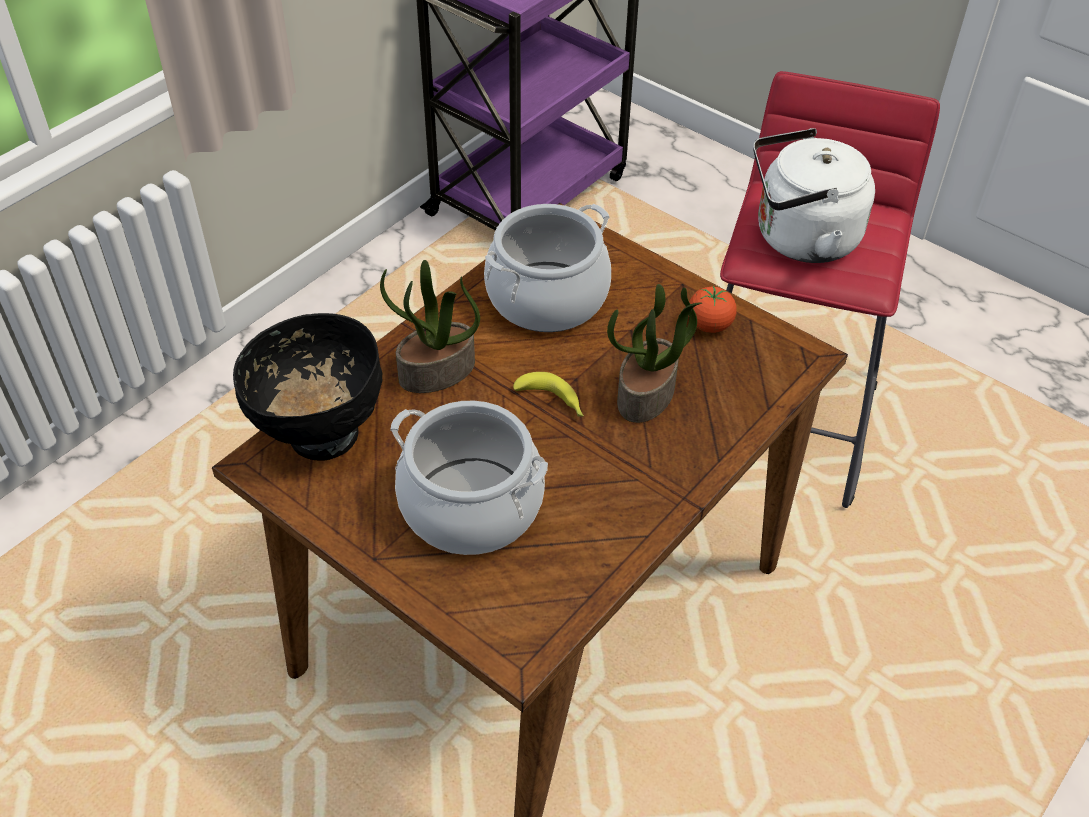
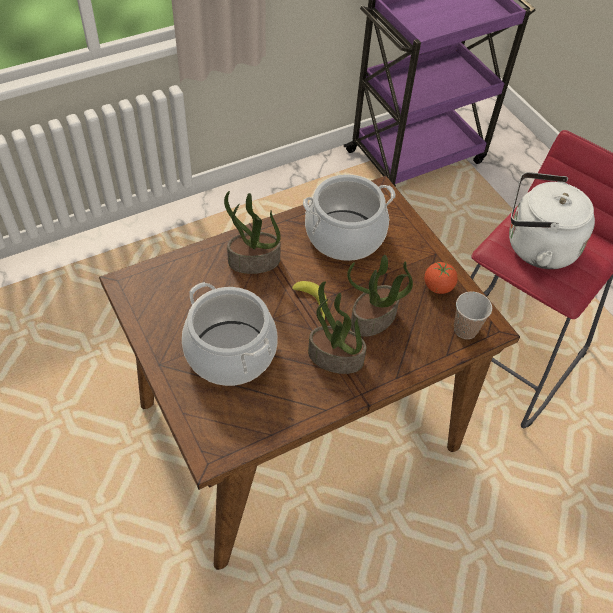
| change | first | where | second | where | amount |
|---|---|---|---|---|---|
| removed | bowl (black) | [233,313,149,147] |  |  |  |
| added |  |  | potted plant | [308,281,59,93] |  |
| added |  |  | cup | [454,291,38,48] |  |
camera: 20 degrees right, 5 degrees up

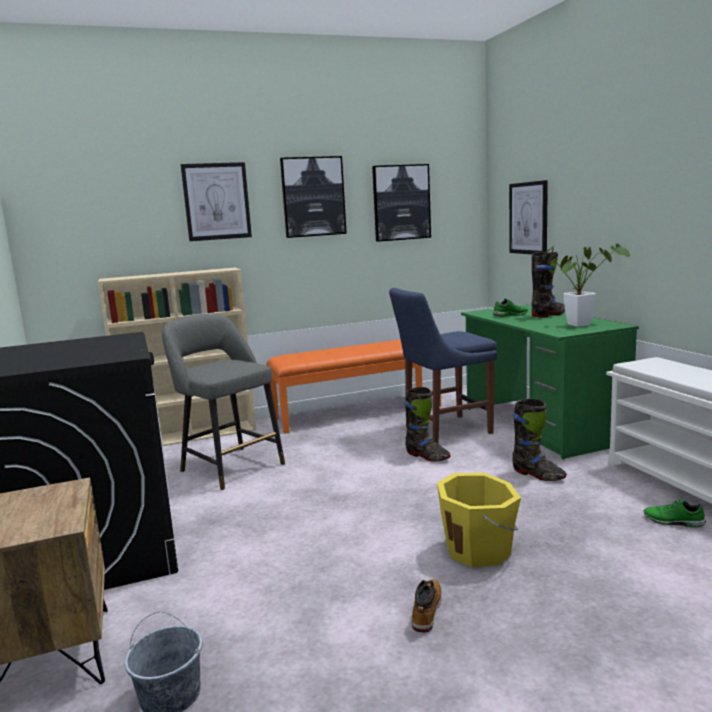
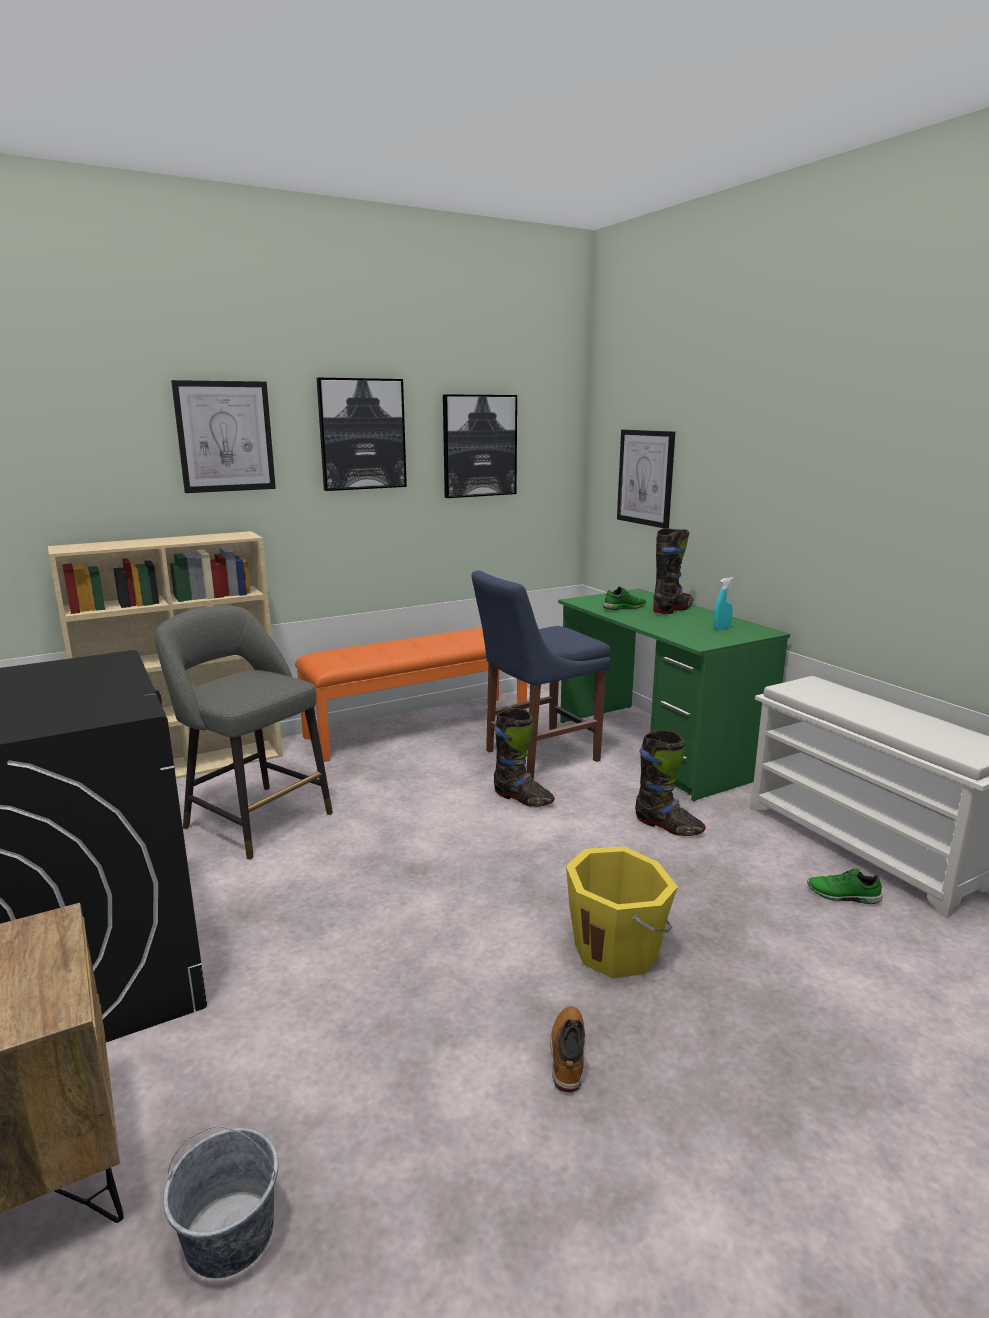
| change | first | where | second | where | amount |
|---|---|---|---|---|---|
| replaced | potted plant | [543,243,87,84] | spray bottle (turquoise) | [713,577,21,53] |  |
camera: 10 degrees left, 5 degrees up

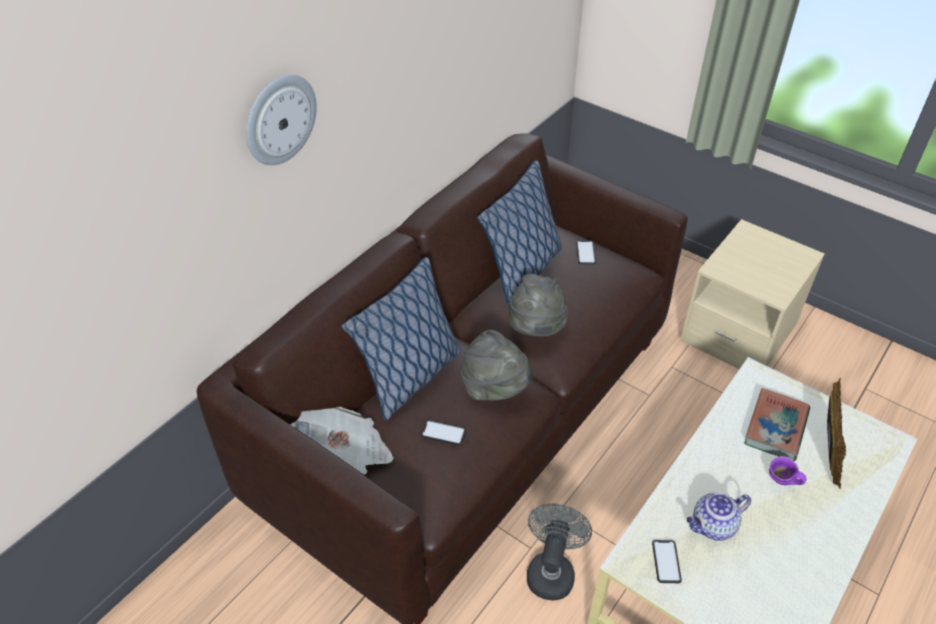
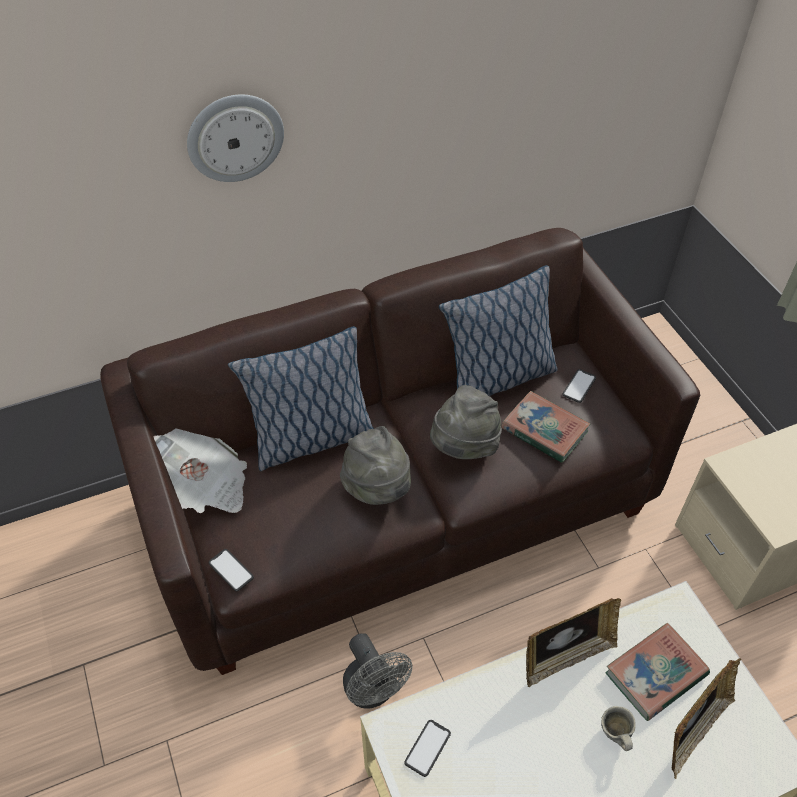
| change | first | where | second | where | amount |
|---|---|---|---|---|---|
| removed | teapot | [687,492,64,49] |  |  |  |
| added |  |  | book | [501,391,89,72] |  |
| added |  |  | picture frame | [526,598,95,89] |  |
| moved | phone | [421,420,45,25] |  | [209,549,45,42] |  |
| recoloured | mug (purple) | [769,456,38,29] | mug (grey) | [601,706,35,45] |  |
| turned | fan (grey) | [527,503,65,98] |  | [343,633,69,76] | 105 degrees clockwise |
camera: 30 degrees right, 5 degrees up

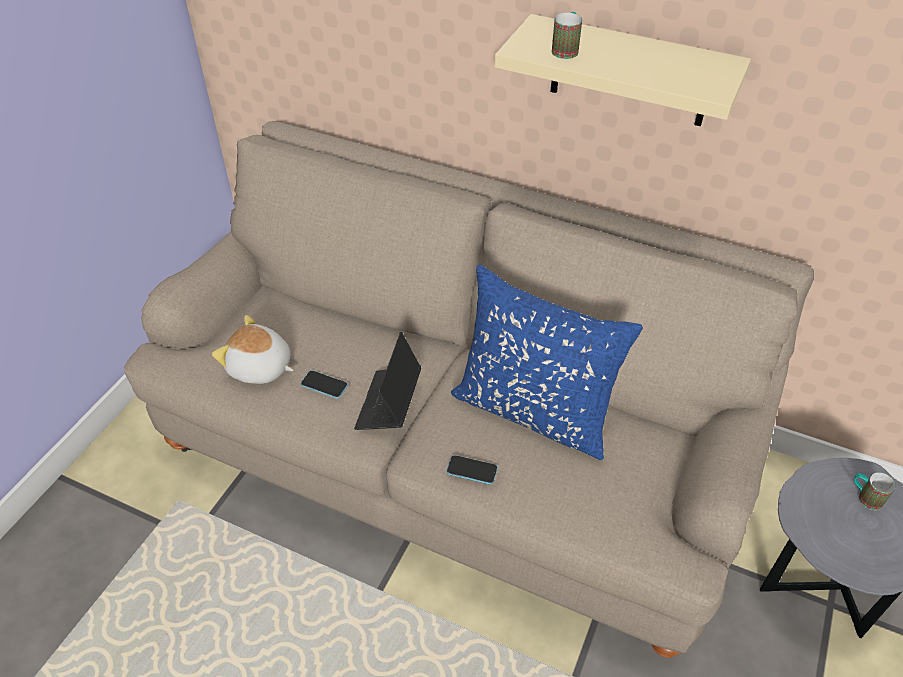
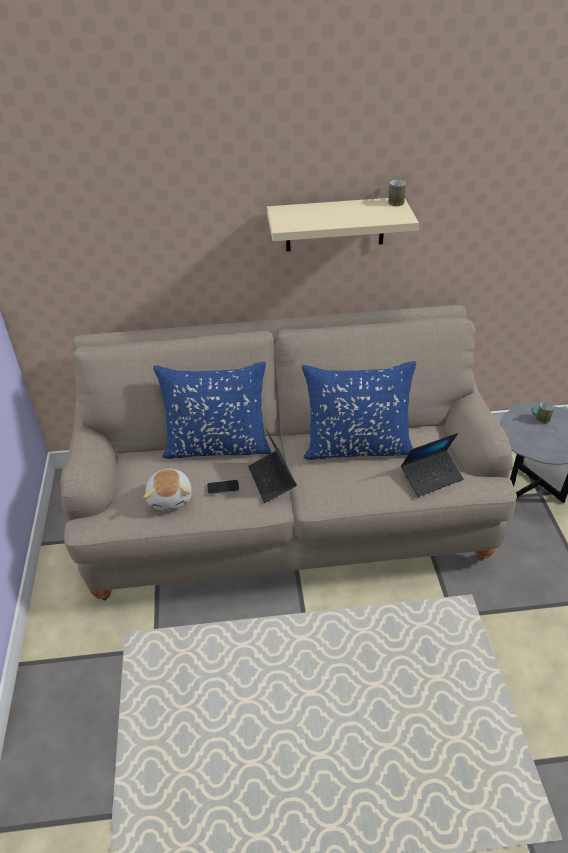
| change | first | where | second | where | amount |
|---|---|---|---|---|---|
| removed | phone | [447,455,51,30] |  |  |  |
| added |  |  | pillow (blue) | [153,362,118,97] |  |
| added |  |  | laptop | [401,433,63,64] |  |
| moved | mug | [552,12,30,47] |  | [388,179,18,27] |  |
| turned | plush toy | [212,315,81,69] |  | [144,468,48,42] | 90 degrees counterclockwise |
camera: 30 degrees left, 5 degrees down

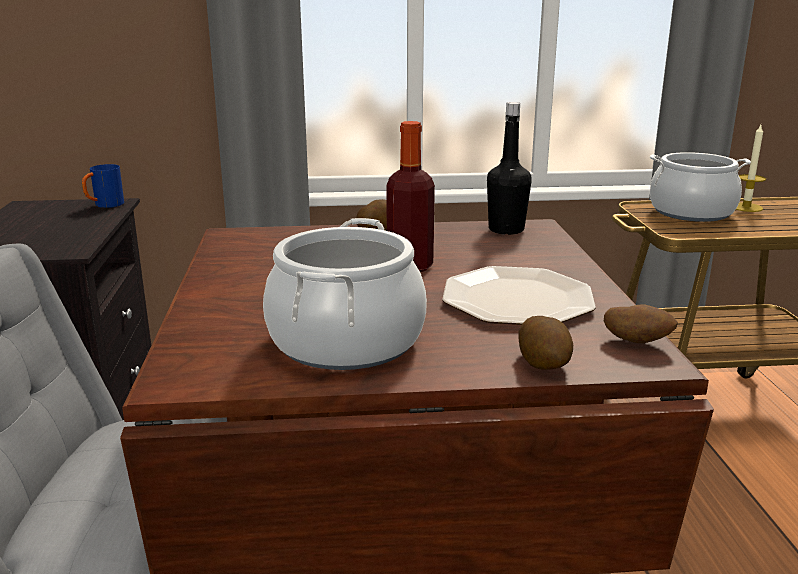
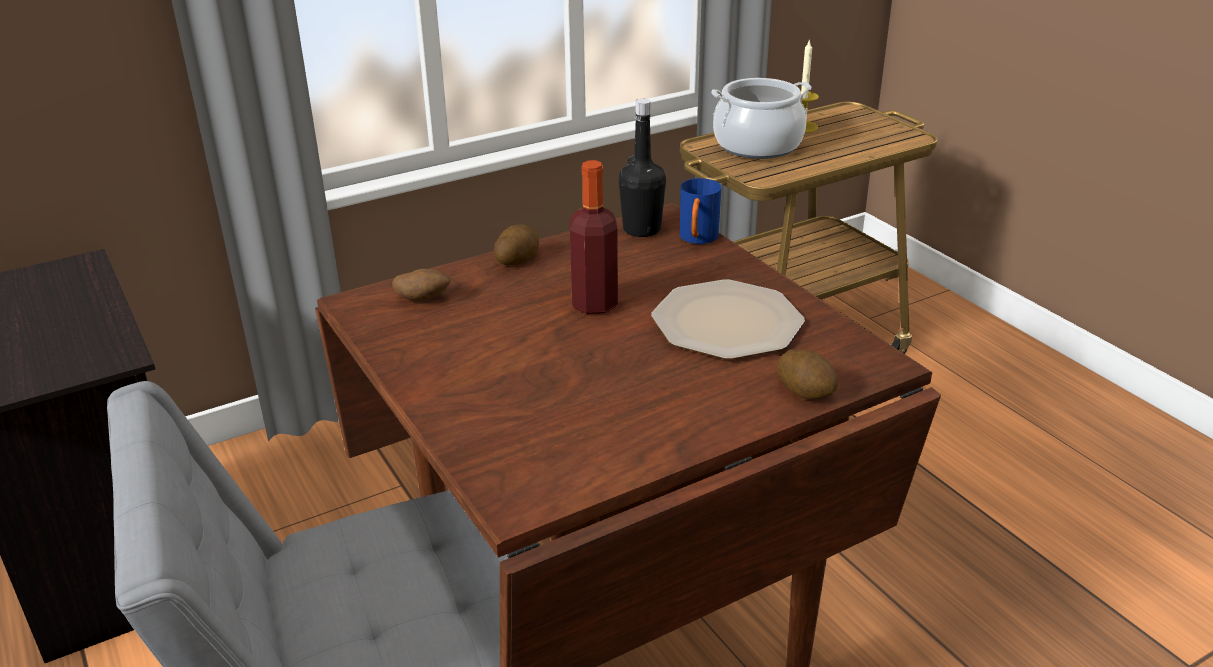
| change | first | where | second | where | amount |
|---|---|---|---|---|---|
| removed | cooking pot | [263,218,164,152] |  |  |  |
| moved | mug (blue) | [82,164,42,44] |  | [680,178,42,66] |  |
| moved | potato | [604,304,74,39] |  | [392,269,58,31] |  |
camera: 25 degrees left, 10 degrees up

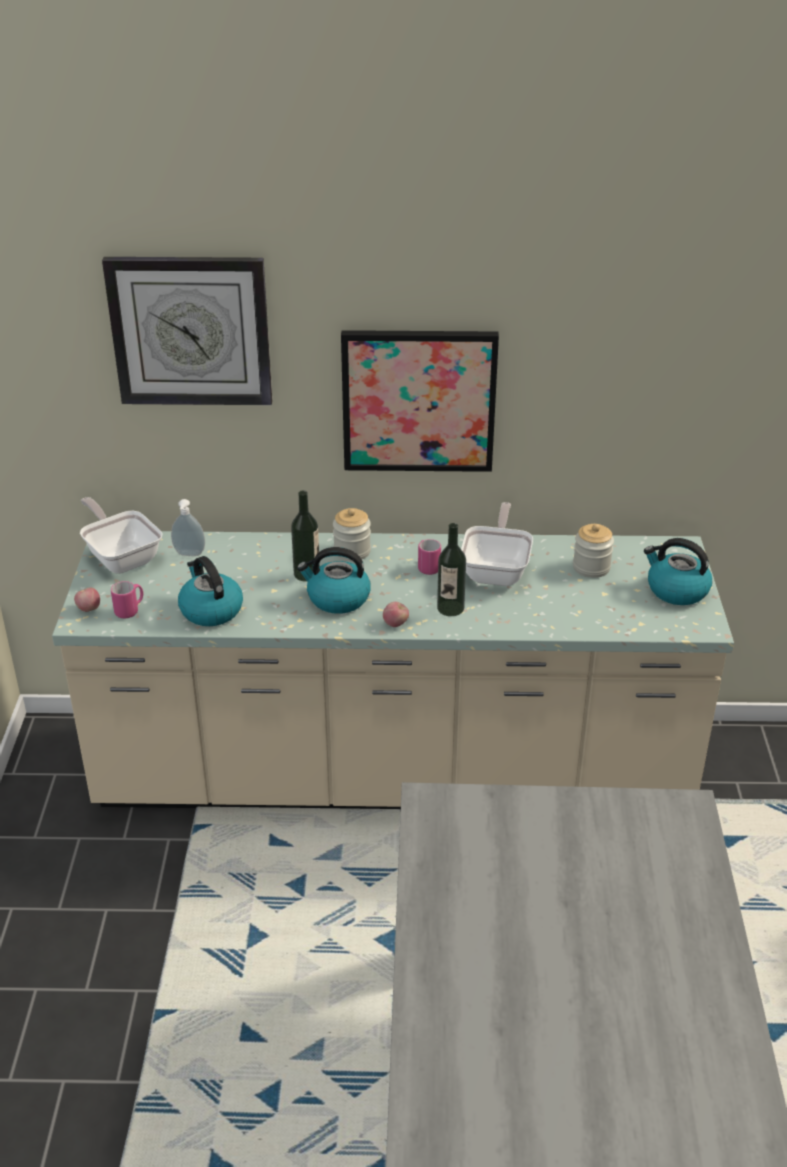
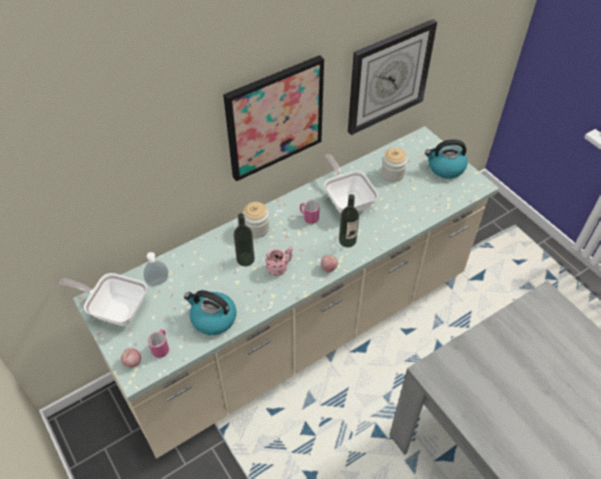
| change | first | where | second | where | amount |
|---|---|---|---|---|---|
| moved | wall clock | [102,257,170,148] |  | [348,19,89,116] |  |
| replaced | kettle | [297,547,74,67] | mug (pink) | [265,247,28,29] |  |
camera: 35 degrees left, 15 degrees up

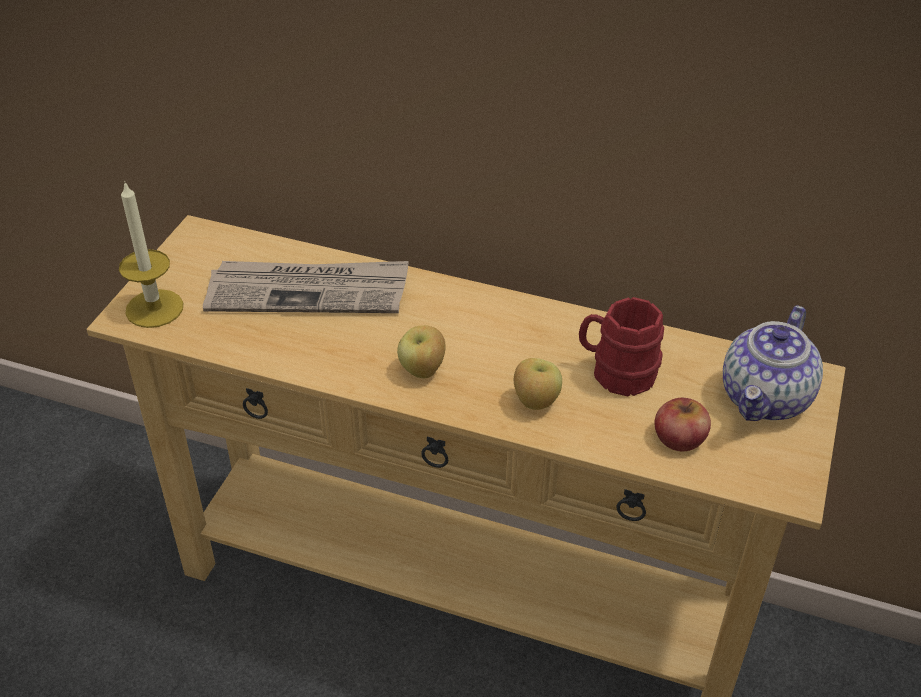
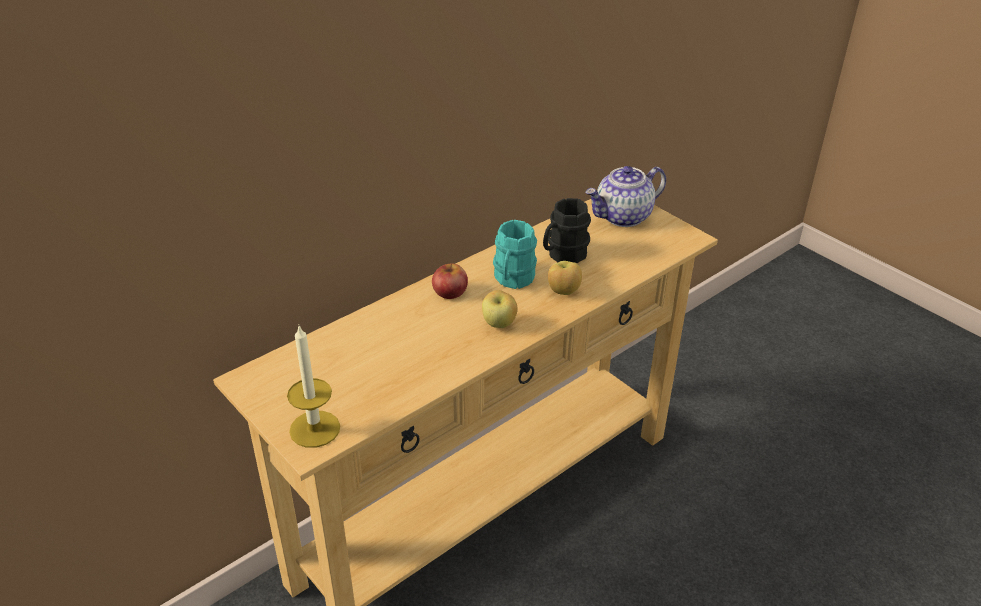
| change | first | where | second | where | amount |
|---|---|---|---|---|---|
| removed | newspaper | [203,261,206,52] |  |  |  |
| added |  |  | mug (turquoise) | [493,220,44,69] |  |
| moved | apple | [654,398,57,53] |  | [432,263,36,36] |  |
| recoloured | mug (red) | [579,297,85,99] | mug (black) | [543,198,48,65] |  |
| turned | teapot | [723,305,100,116] |  | [586,166,80,61] | 90 degrees clockwise |
camera: 60 degrees left, 5 degrees down

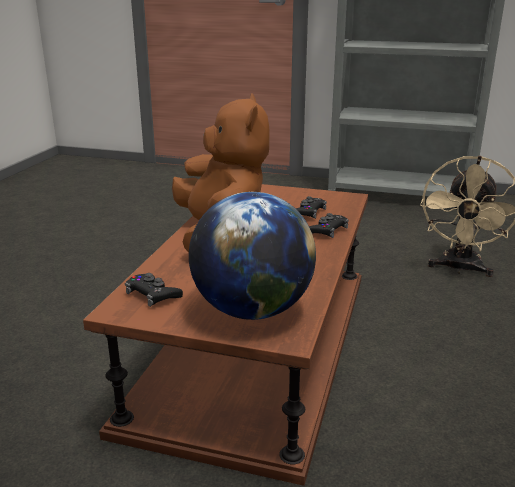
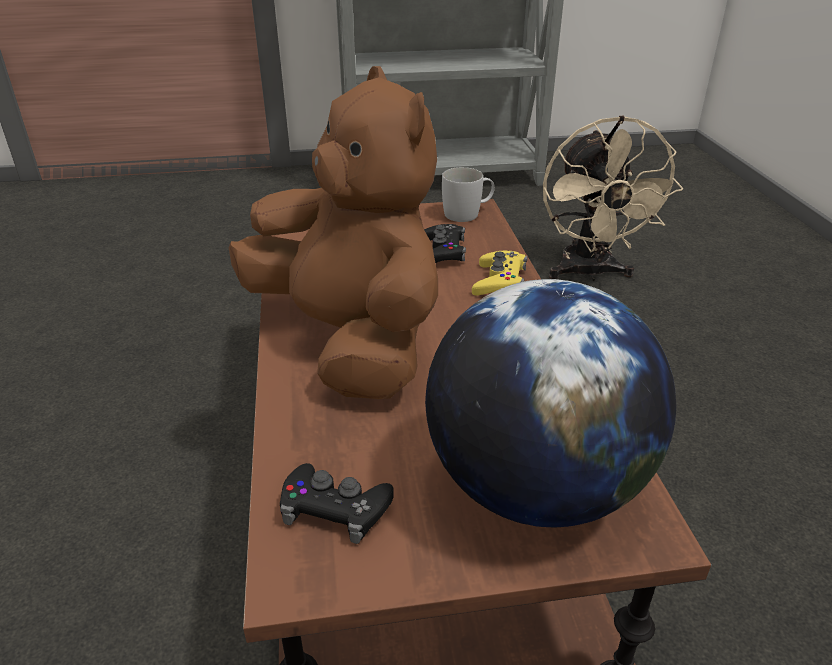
| change | first | where | second | where | amount |
|---|---|---|---|---|---|
| added |  |  | mug (white) | [442,167,53,55] |  |
| recoloured | game controller (black) | [309,213,40,25] | game controller (yellow) | [472,251,56,45] |  |
camera: 25 degrees left, 10 degrees up

